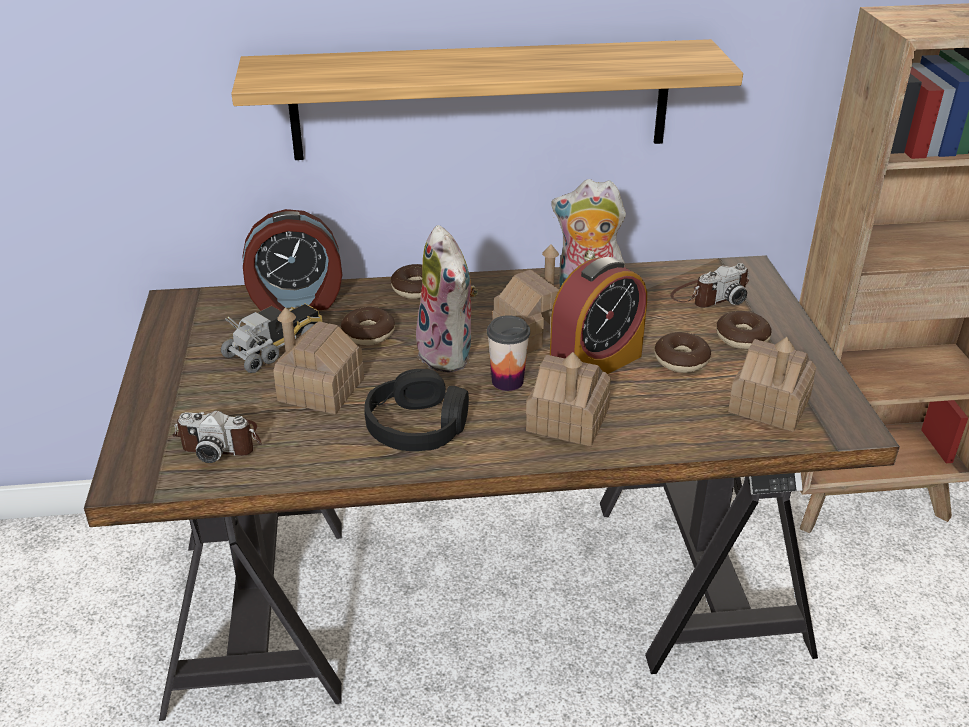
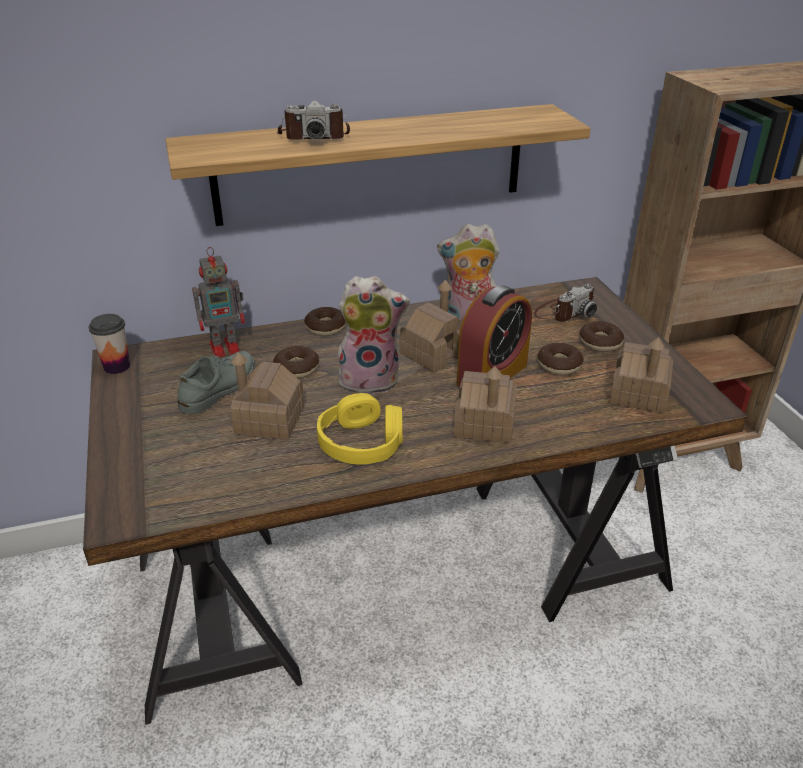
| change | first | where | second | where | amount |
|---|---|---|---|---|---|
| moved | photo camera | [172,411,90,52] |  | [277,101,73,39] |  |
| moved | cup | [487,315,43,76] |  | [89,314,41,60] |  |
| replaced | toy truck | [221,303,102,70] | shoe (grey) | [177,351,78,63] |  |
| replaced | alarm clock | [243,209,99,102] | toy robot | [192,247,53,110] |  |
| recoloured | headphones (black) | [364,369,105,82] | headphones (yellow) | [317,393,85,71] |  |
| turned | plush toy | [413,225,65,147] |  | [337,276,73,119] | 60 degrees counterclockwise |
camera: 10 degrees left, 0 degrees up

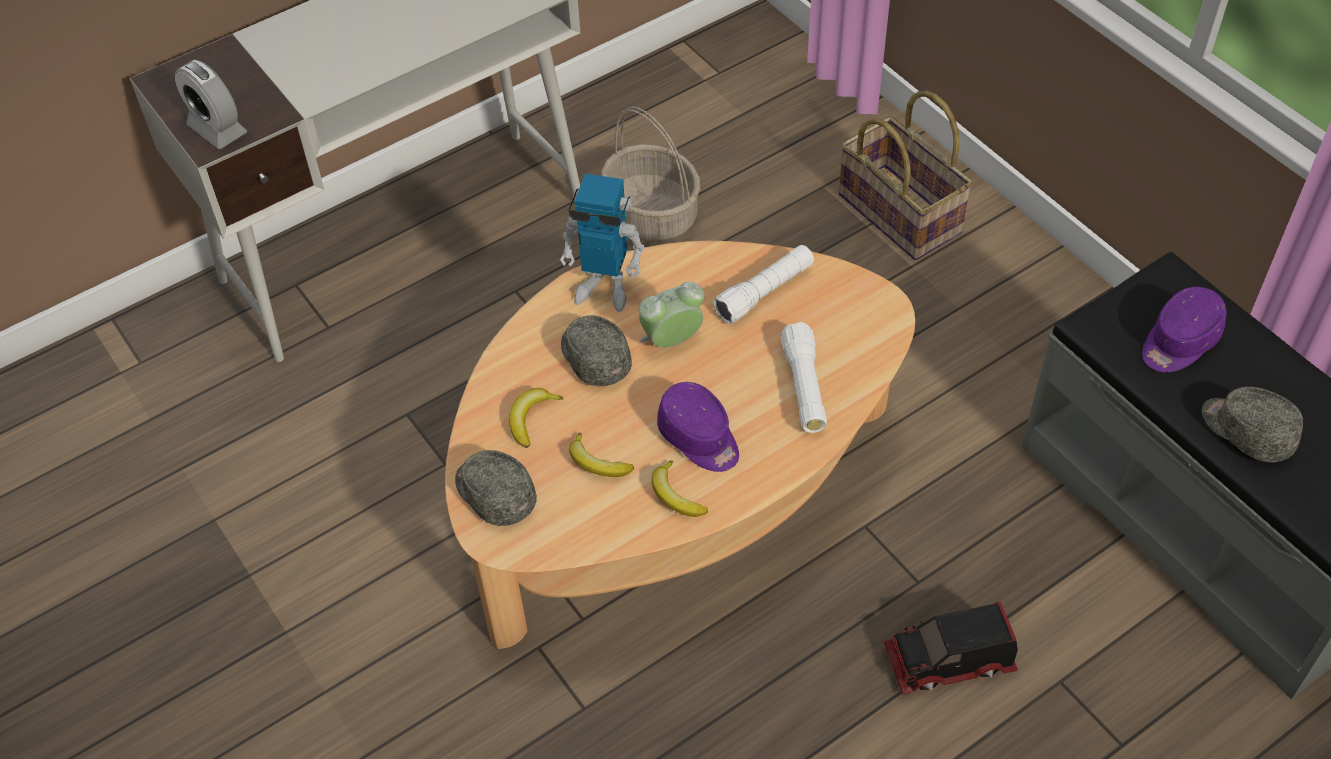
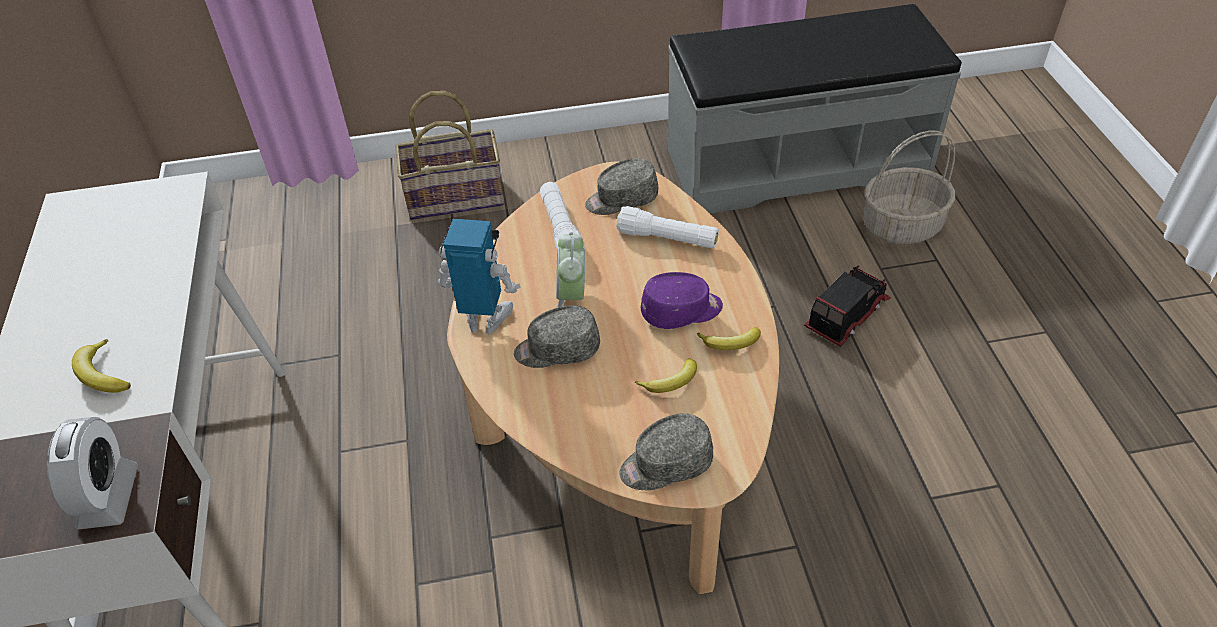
| change | first | where | second | where | amount |
|---|---|---|---|---|---|
| removed | cap (purple) | [1142,287,85,85] |  |  |  |
| moved | banana | [509,388,55,60] |  | [72,339,59,54] |  |
| moved | basket | [601,106,99,136] |  | [863,131,92,113] |  |
| moved | cap (grey) | [1202,387,101,75] |  | [585,158,74,57] |  |
| turned | alarm clock | [175,60,72,89] |  | [47,417,91,113] | 75 degrees counterclockwise |
| turned | toy robot | [560,173,84,139] |  | [437,219,84,115] | 120 degrees counterclockwise |
| turned | toy truck | [884,601,134,95] |  | [804,265,87,82] | 150 degrees counterclockwise |
camera: 65 degrees left, 5 degrees down

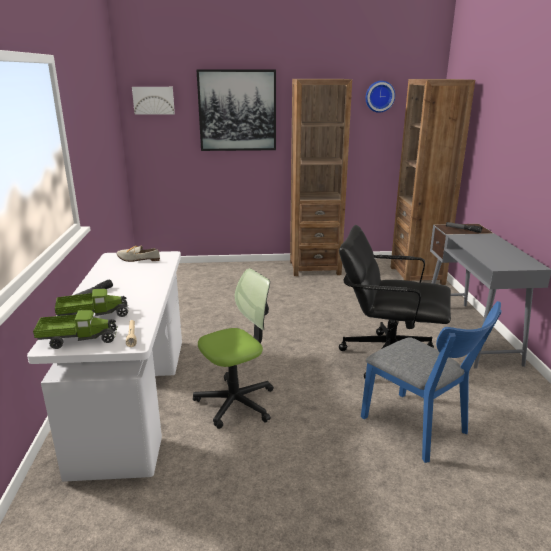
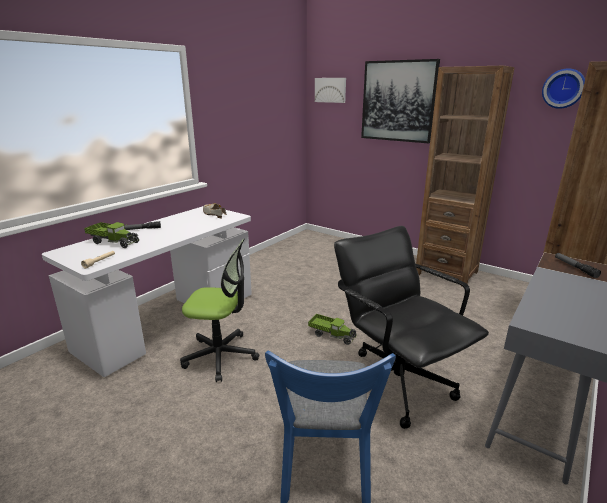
| change | first | where | second | where | amount |
|---|---|---|---|---|---|
| moved | toy truck | [33,310,84,39] |  | [308,314,49,31] |  |
camera: 40 degrees right, 0 degrees up

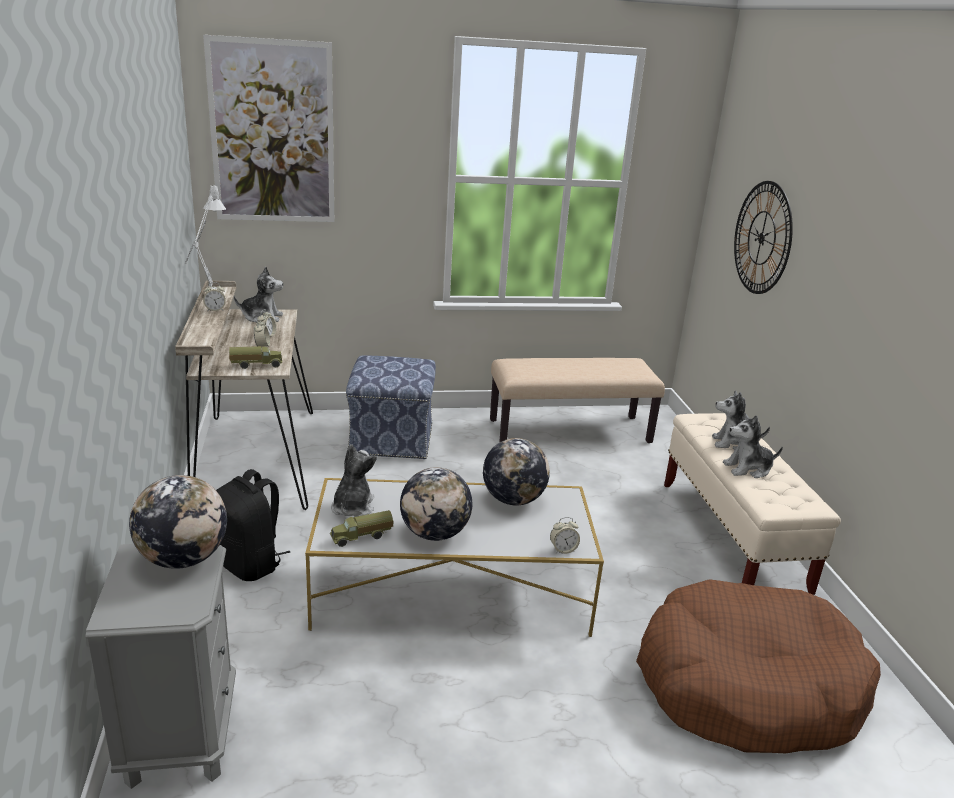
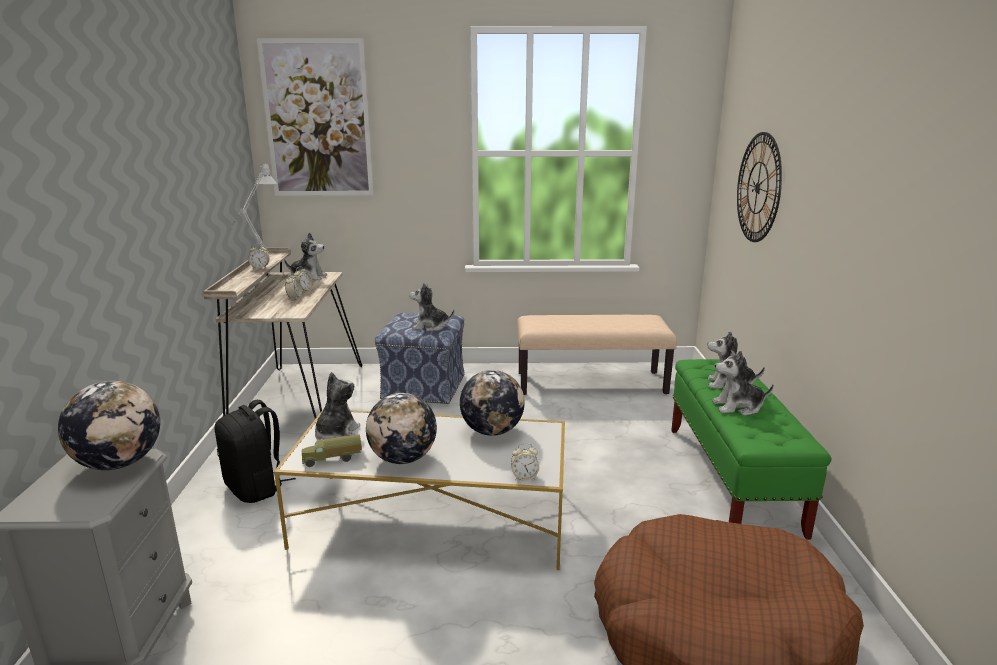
| change | first | where | second | where | amount |
|---|---|---|---|---|---|
| removed | toy truck | [229,346,53,23] |  |  |  |
| added |  |  | plush toy | [409,283,45,49] |  |
| recoloured | bench (beige) | [664,413,177,182] | bench (green) | [671,359,161,181] |  |
camera: 10 degrees right, 5 degrees down

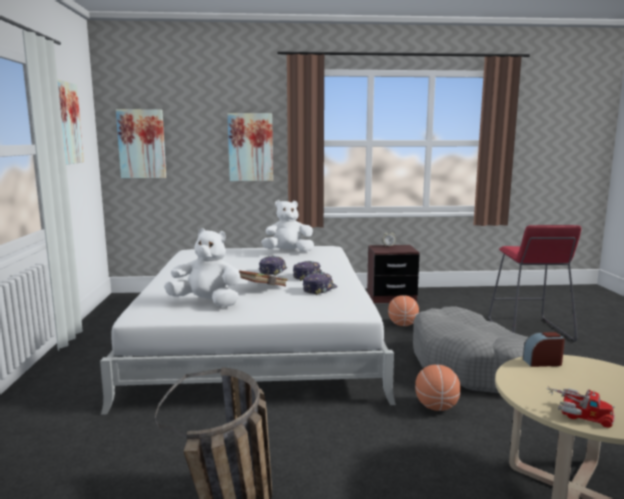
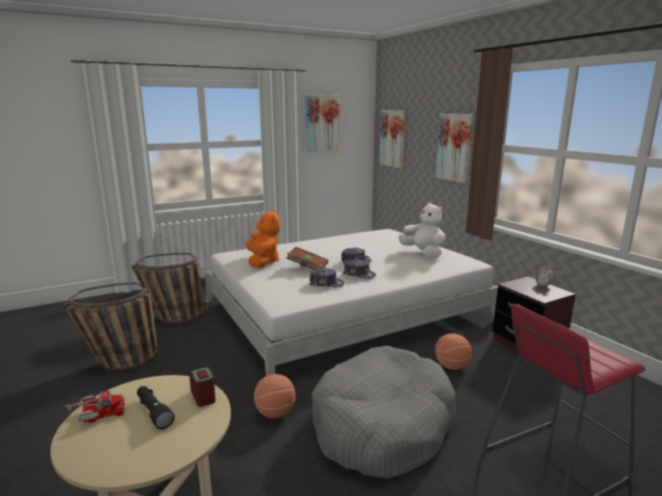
| change | first | where | second | where | amount |
|---|---|---|---|---|---|
| added |  |  | basket | [131,253,72,71] |  |
| added |  |  | flashlight (black) | [137,386,37,44] |  |
| recoloured | plush toy (white) | [164,228,77,79] | plush toy (orange) | [246,210,34,58] |  |
| turned | toy truck | [547,387,68,41] |  | [65,391,61,32] | 120 degrees counterclockwise |
camera: 65 degrees right, 5 degrees up

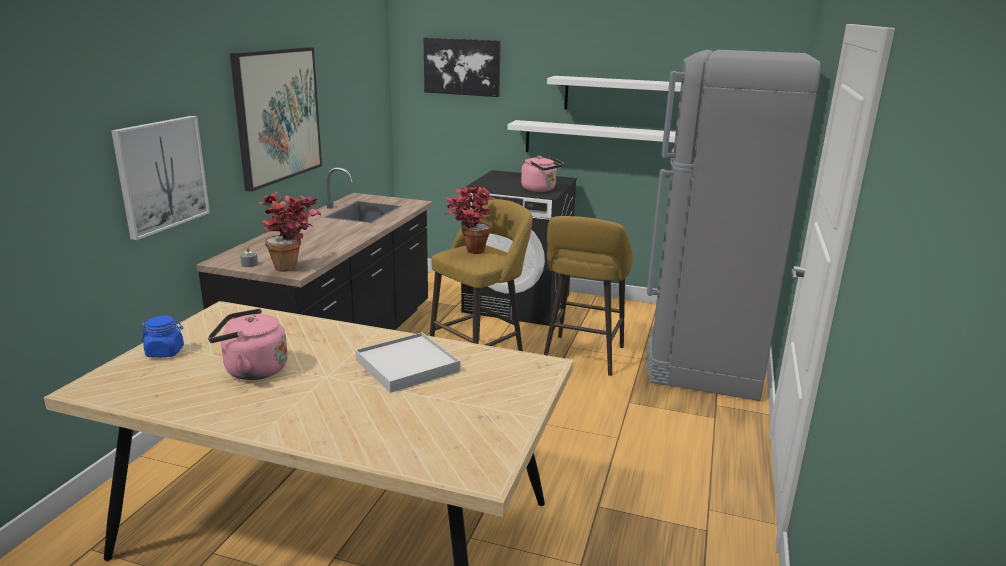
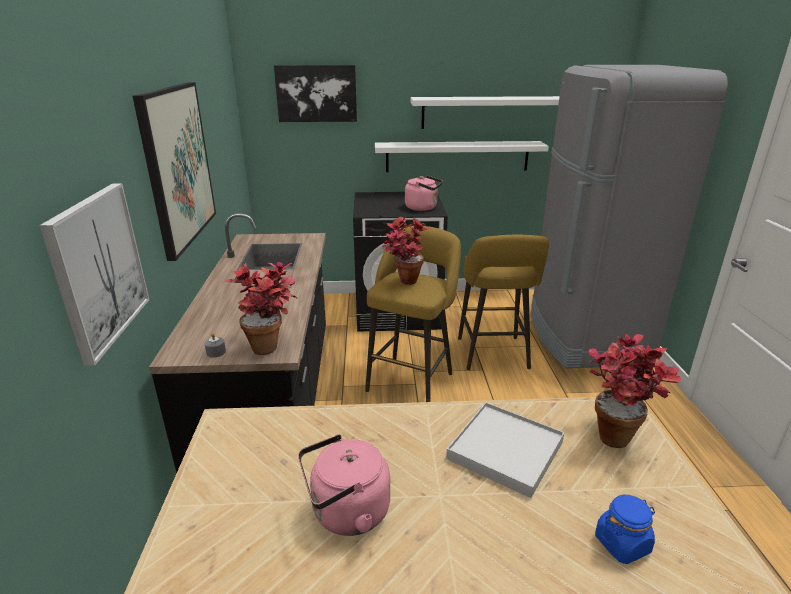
| change | first | where | second | where | amount |
|---|---|---|---|---|---|
| added |  |  | potted plant | [589,334,92,114] |  |
| moved | jar (blue) | [141,316,43,42] |  | [595,495,60,69] |  |
camera: 20 degrees left, 5 degrees up

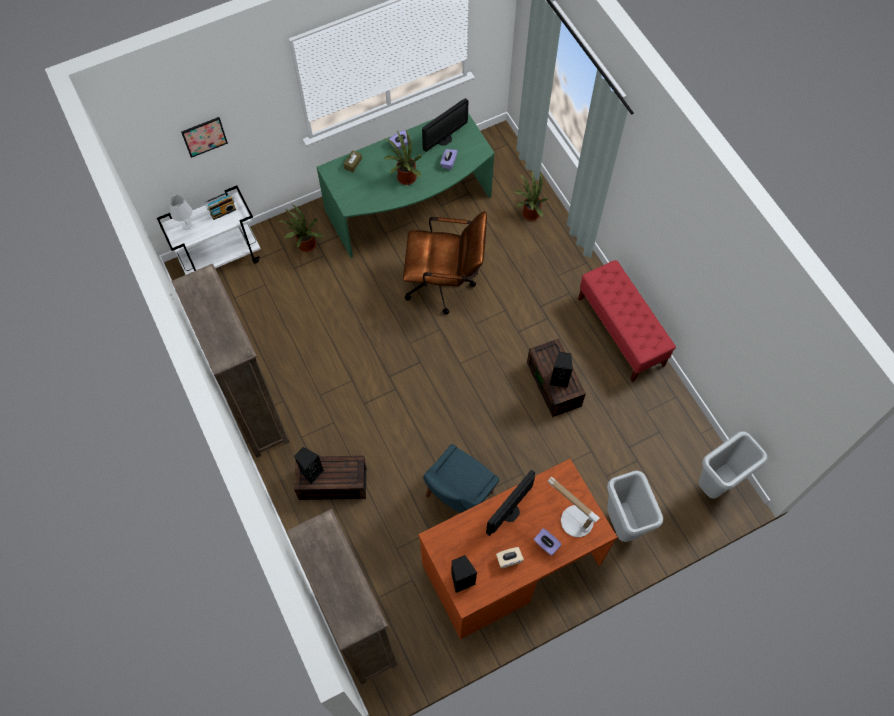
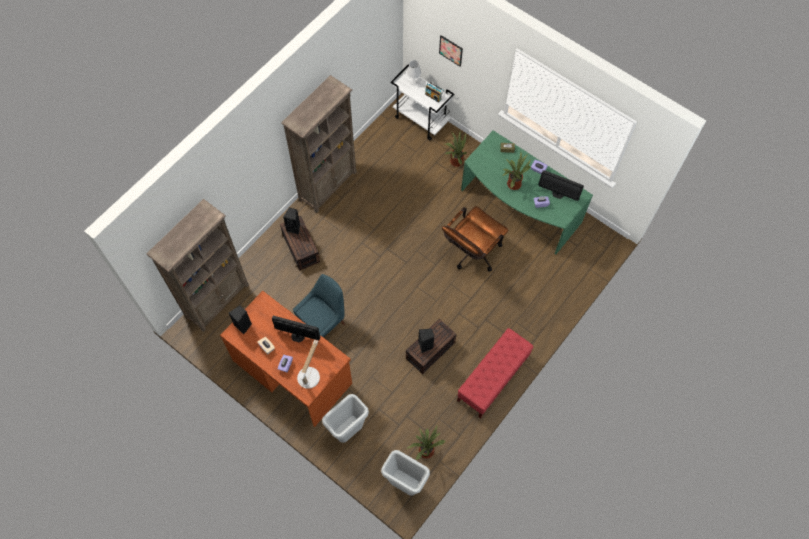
| change | first | where | second | where | amount |
|---|---|---|---|---|---|
| moved | potted plant | [514,170,34,51] |  | [407,426,39,34] |  |
| turned | office chair (brown) | [403,211,84,103] |  | [442,206,66,65] | 60 degrees clockwise |
| turned | chair (blue) | [423,444,77,69] |  | [293,274,53,64] | 120 degrees clockwise |
camera: 65 degrees right, 0 degrees up

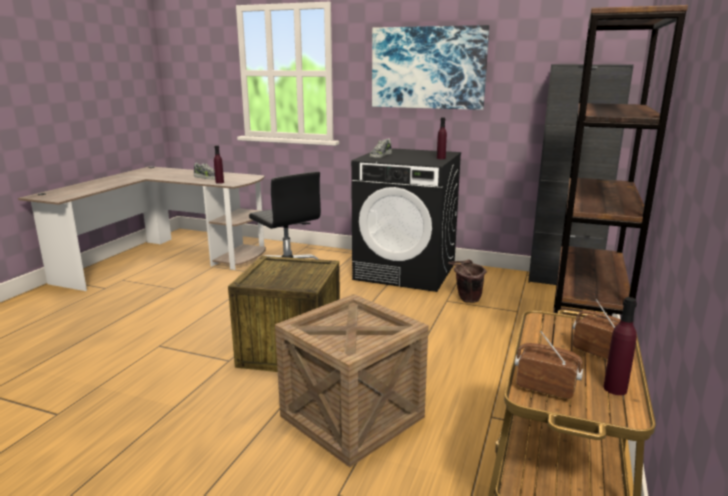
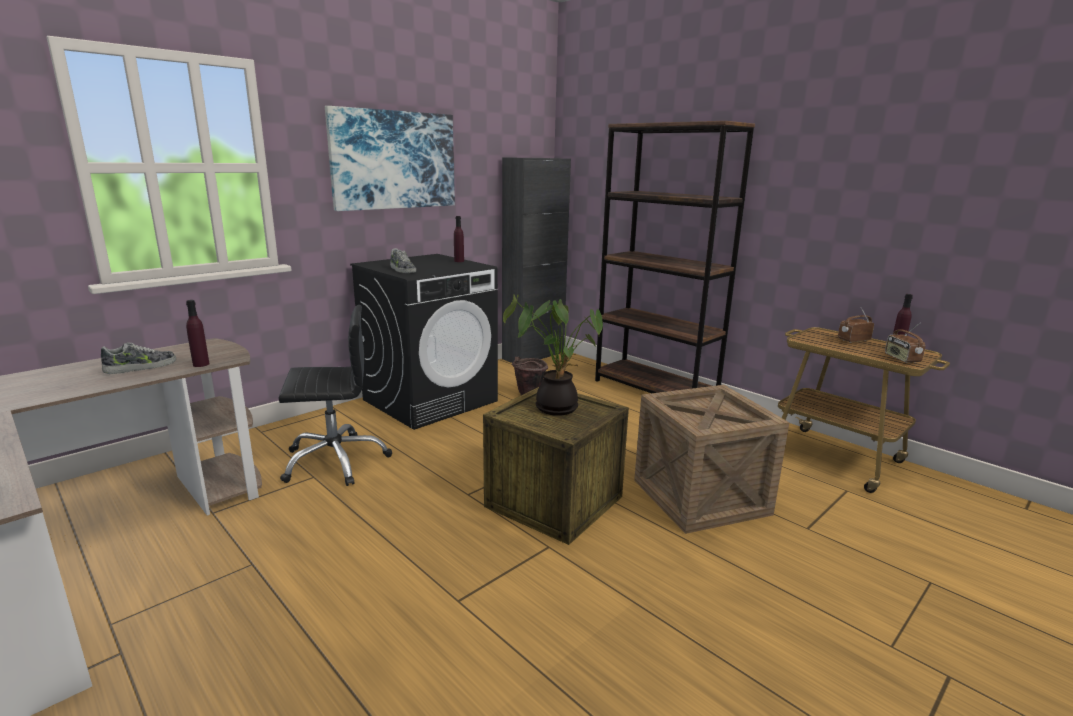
| change | first | where | second | where | amount |
|---|---|---|---|---|---|
| added |  |  | potted plant | [503,294,100,122] |  |
| turned | radio | [515,331,68,68] |  | [885,323,41,40] | 60 degrees counterclockwise |
camera: 65 degrees left, 0 degrees up

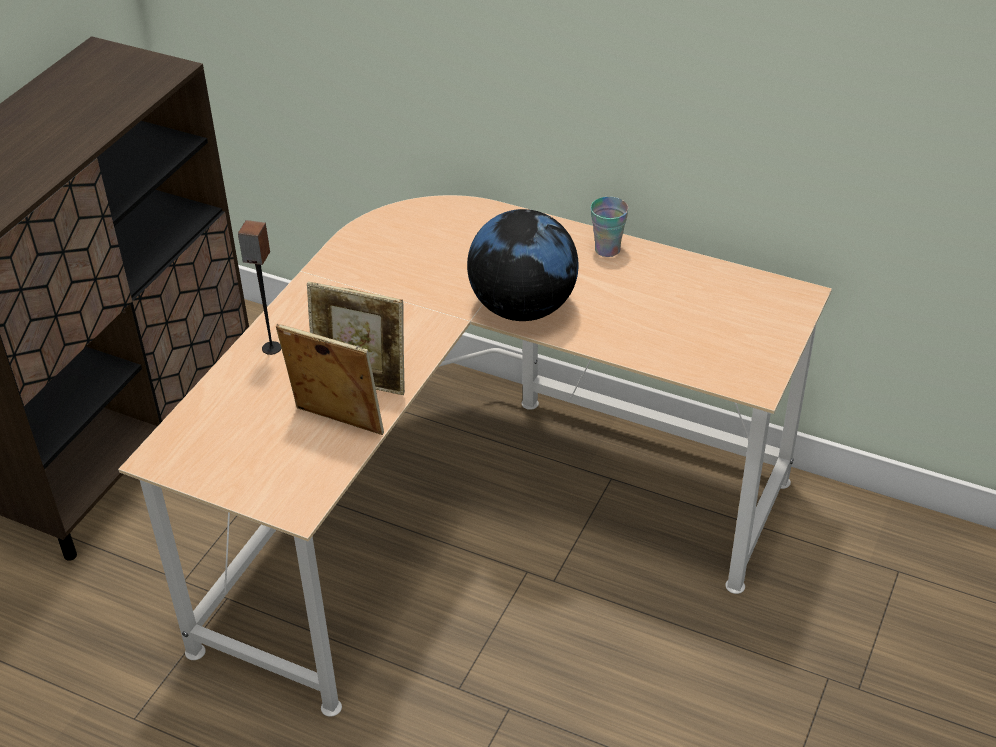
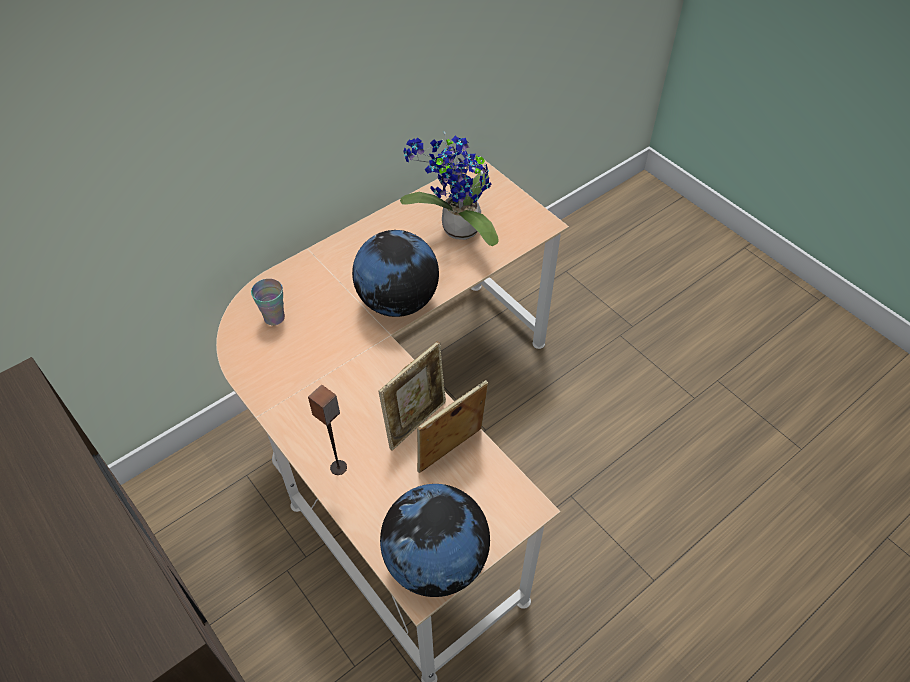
| change | first | where | second | where | amount |
|---|---|---|---|---|---|
| added |  |  | globe | [380,484,110,113] |  |
| added |  |  | potted plant | [400,131,99,115] |  |
| moved | cup | [591,197,38,60] |  | [251,278,34,47] |  |
camera: 65 degrees left, 10 degrees up

